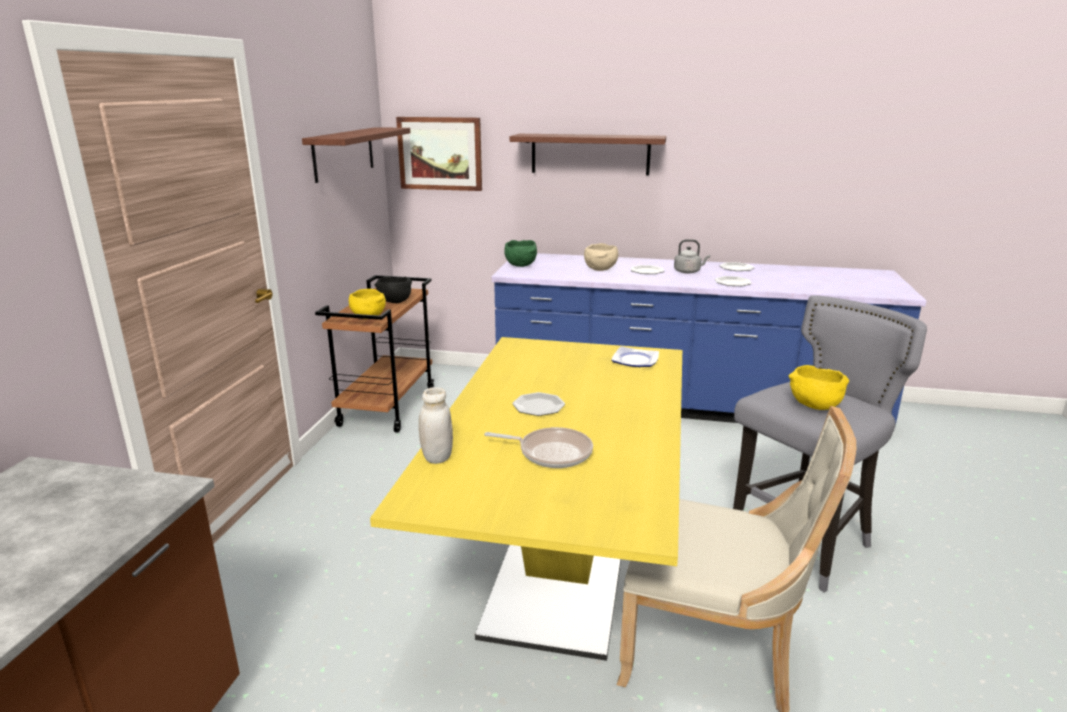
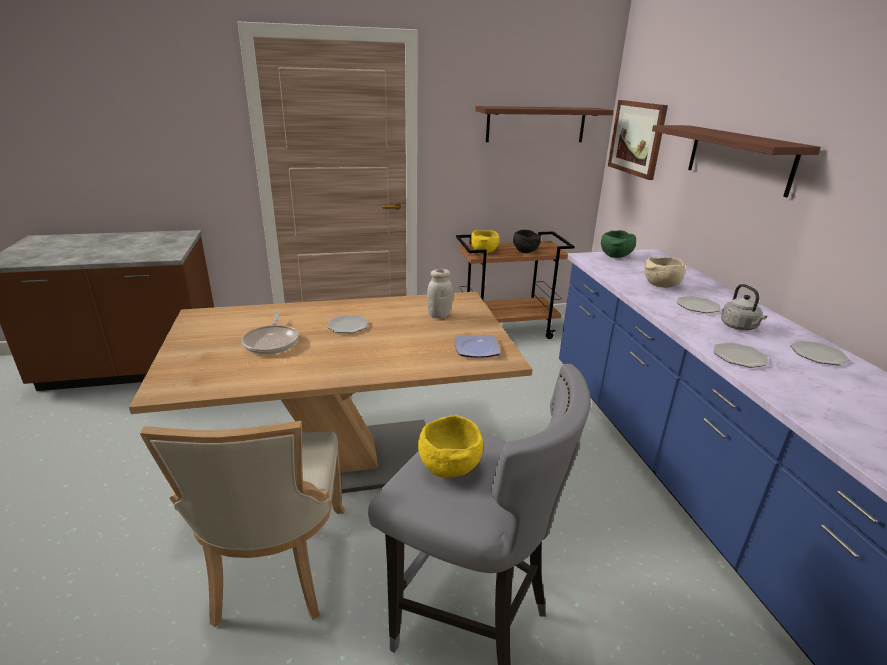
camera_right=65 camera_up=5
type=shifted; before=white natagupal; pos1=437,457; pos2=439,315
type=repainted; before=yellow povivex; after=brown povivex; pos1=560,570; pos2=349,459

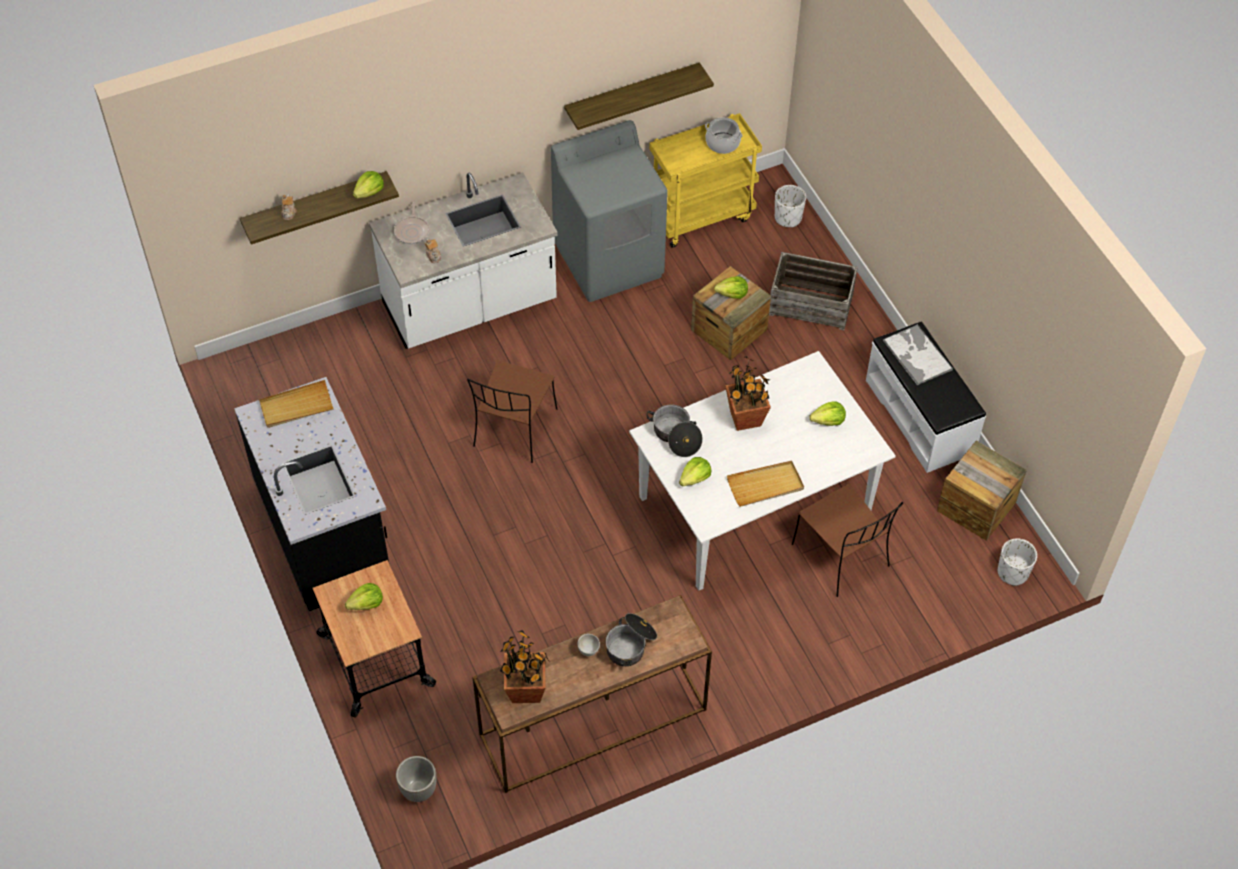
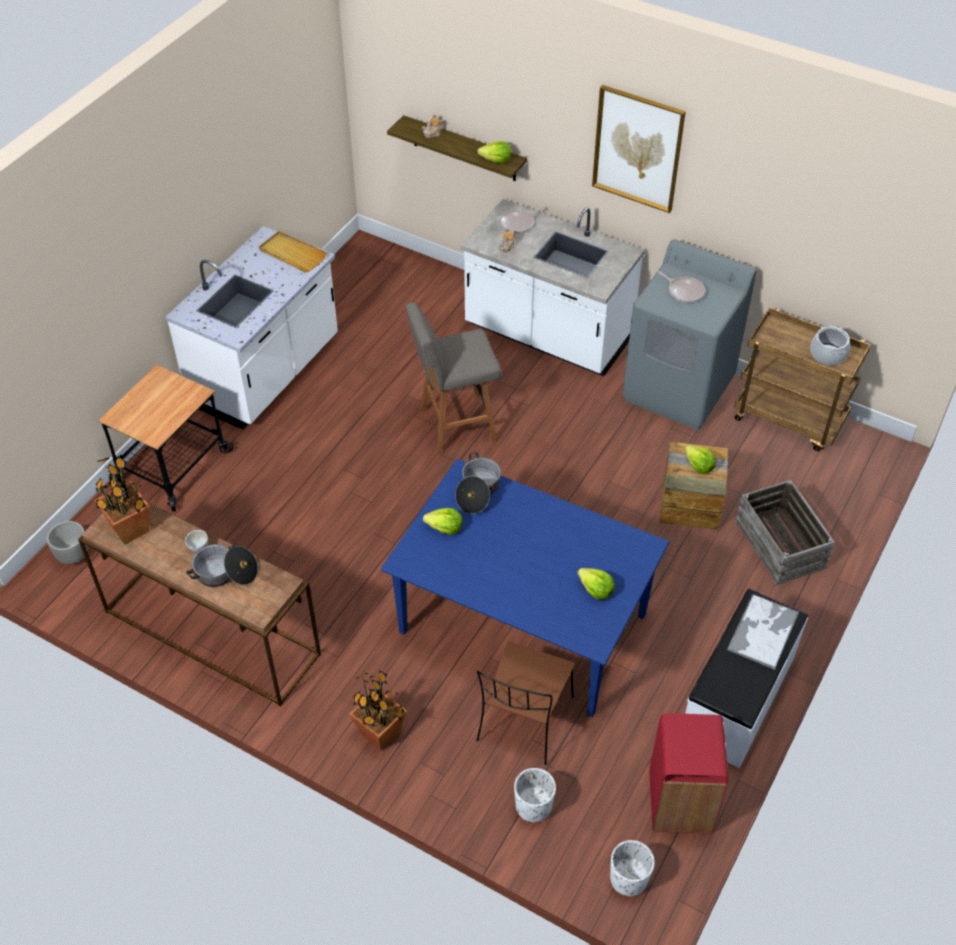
camera_right=55 camera_up=-5
type=gone; before=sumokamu; pos1=366,604
type=gone; before=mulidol; pos1=632,95
type=gone; before=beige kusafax; pos1=765,485
type=new; after=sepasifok; pos2=637,148
type=new; after=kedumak; pos2=684,291
type=shifted; before=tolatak; pos1=746,419; pos2=380,733
type=shifted; before=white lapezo; pos1=788,218; pos2=533,806
type=swapped; before=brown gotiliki; after=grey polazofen; pos1=514,429; pos2=455,425
type=swapped; before=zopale; after=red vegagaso; pos1=976,506; pos2=679,803
type=repainted; before=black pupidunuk; after=white pupidunuk; pos1=325,530; pos2=267,373
type=repainted; before=white povivex; after=blue povivex; pos1=754,505; pos2=522,624
type=repainted; before=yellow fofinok; after=brown fofinok; pos1=701,215; pos2=790,419

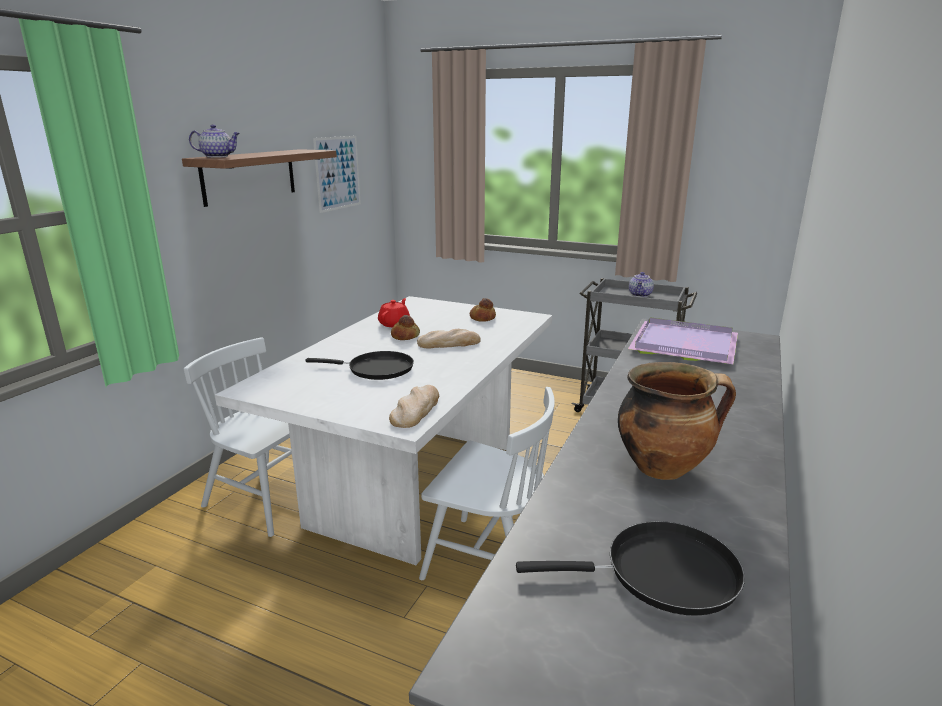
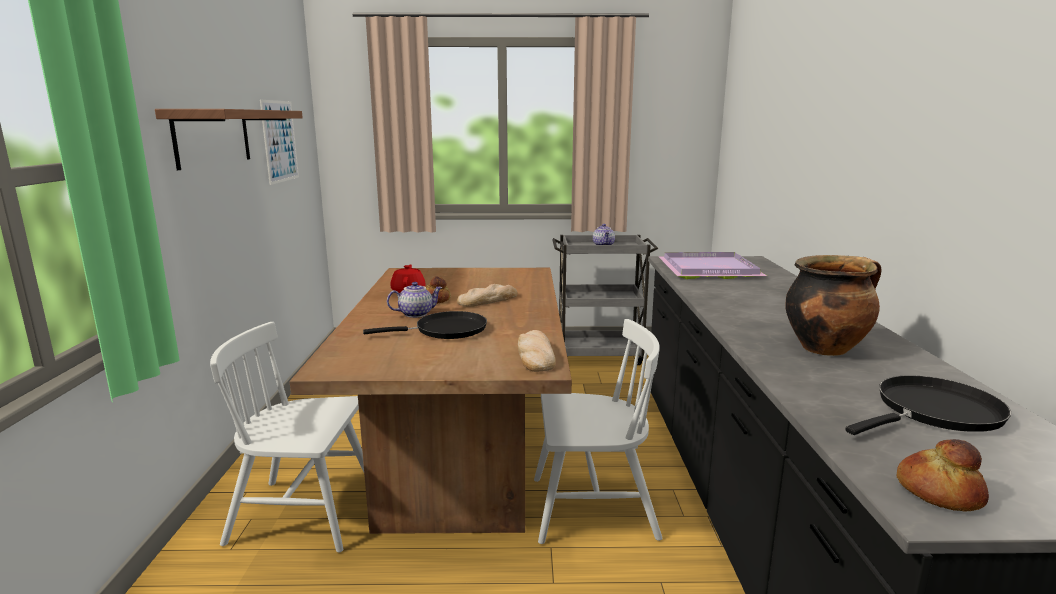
camera_right=-25 camera_up=-5
type=shifted; before=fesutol; pos1=218,156; pos2=416,314
type=shifted; before=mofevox; pos1=482,318; pos2=938,492
type=repainted; before=white povivex; after=brown povivex; pos1=415,482; pos2=459,458

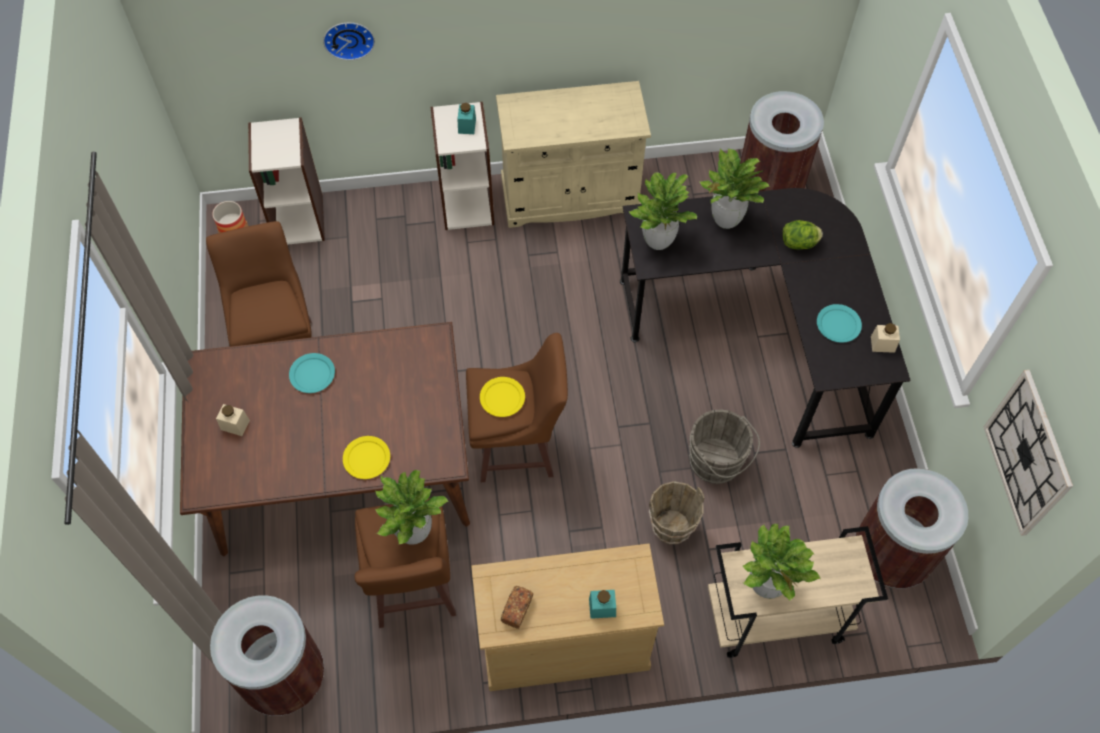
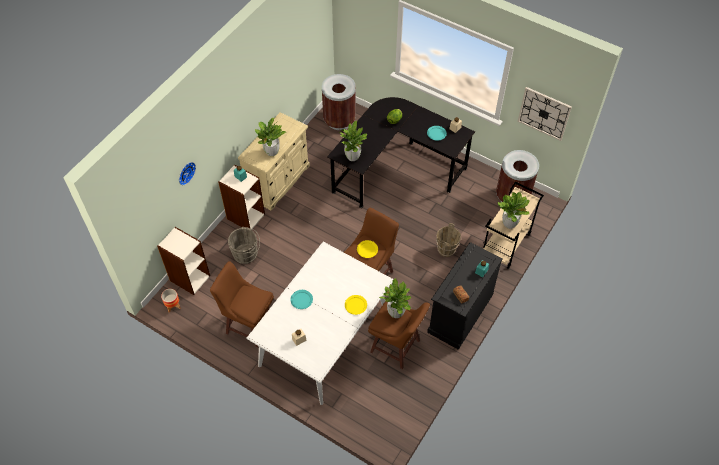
camera_right=-50 camera_up=-5
type=gone; before=brown vegagaso; pos1=283,677
type=shifted; before=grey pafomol; pos1=717,463; pos2=247,254
type=shifted; before=tolatak; pos1=726,219; pos2=272,152
type=repainted; before=brown povivex; after=white povivex; pos1=343,469; pos2=324,337
type=repainted; before=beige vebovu; after=black vebovu; pos1=564,642; pos2=460,313

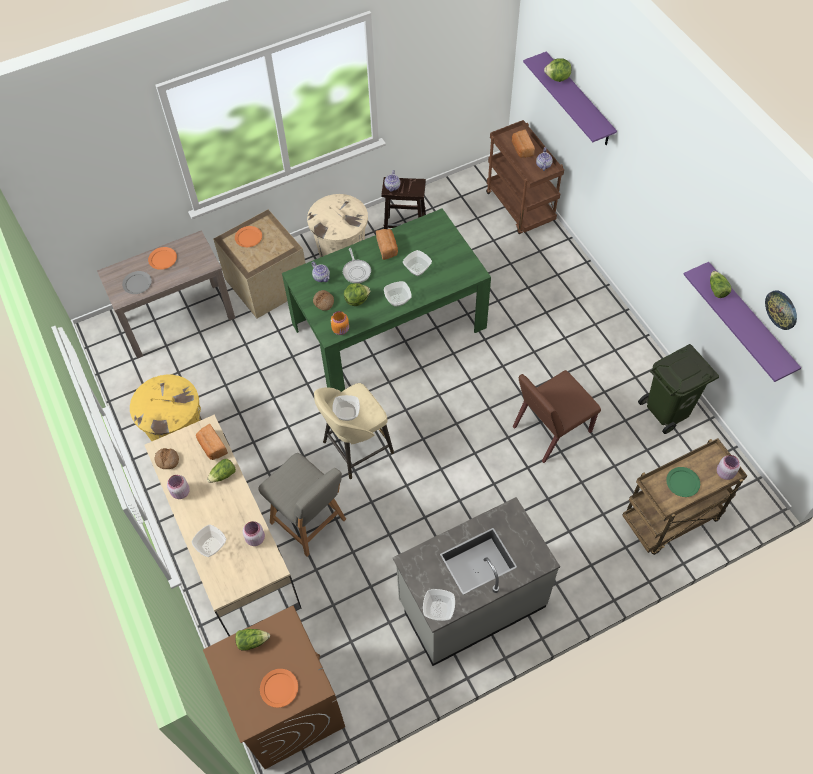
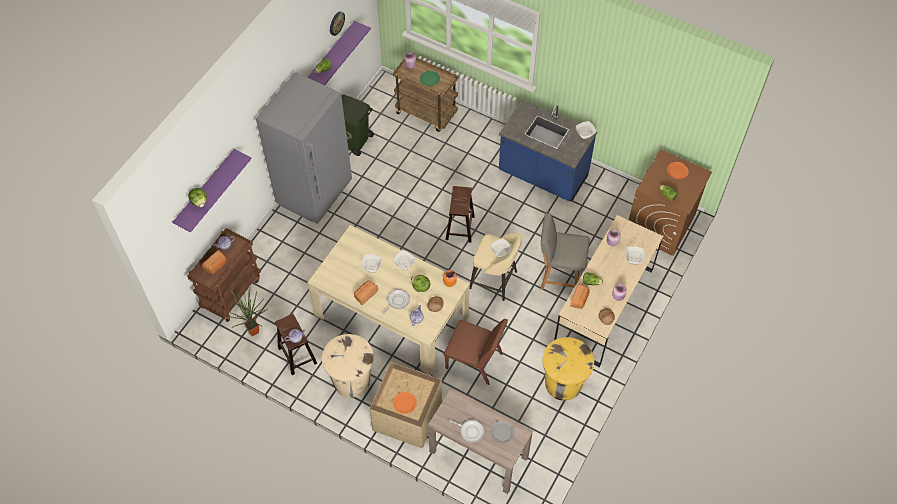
camera_right=-125 camera_up=0
type=new; after=tolatak; pos2=255,331
type=new; after=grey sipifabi; pos2=315,193
type=new; after=brown polazofen; pos2=460,228
type=shifted; before=brown gotiliki; pos1=551,430; pos2=475,361
type=swapped; before=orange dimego; after=kedumak; pos1=163,259; pos2=470,431
type=repainted; before=green povivex; after=beige povivex; pos1=389,325; pos2=391,315
type=repainted; before=grey pupidunuk; after=blue pupidunuk; pos1=471,603; pos2=542,175
type=rotated; before=grey gotiliki; pos1=310,522; pos2=559,275; turn=-90

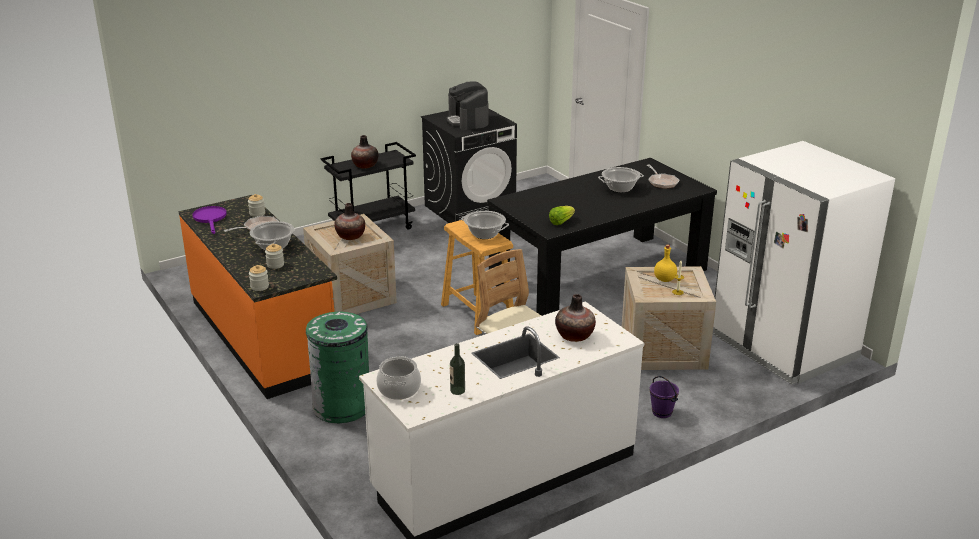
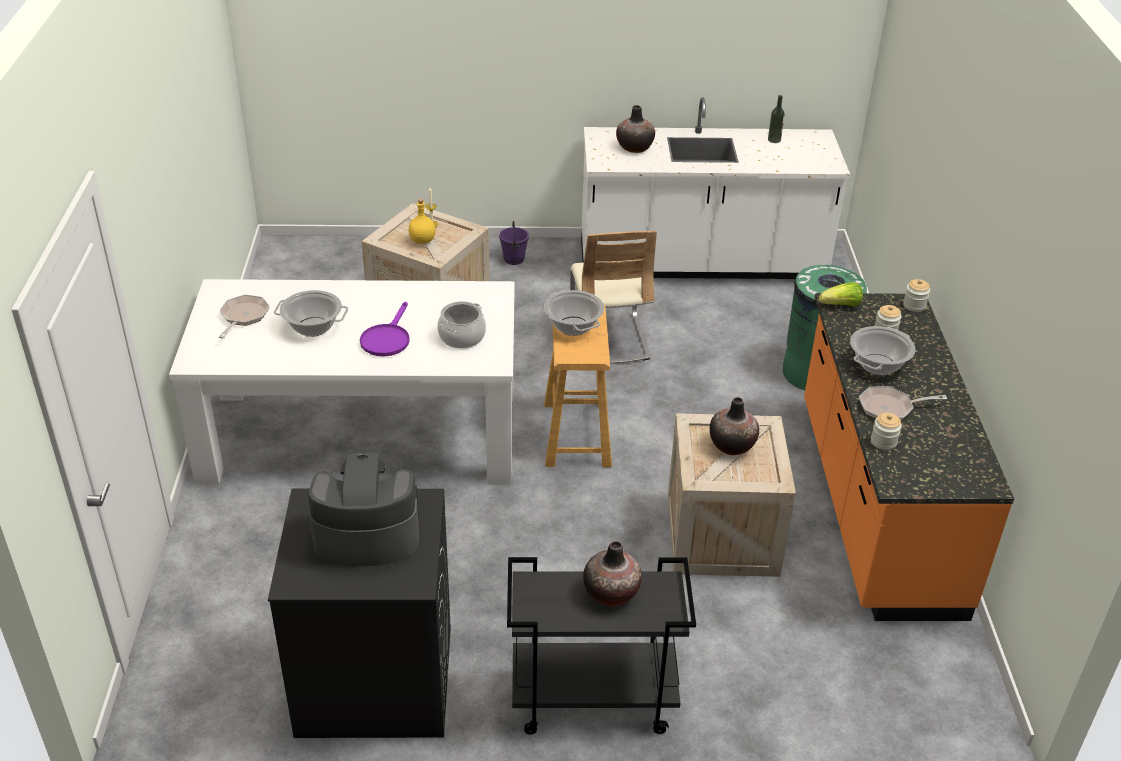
camera_right=-150 camera_up=10
type=gone; before=white sipifabi; pos1=783,346
type=shifted; before=purple kedumak; pos1=210,219; pos2=387,339
type=shifted; before=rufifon; pos1=399,389; pos2=461,337
type=shifted; before=sumokamu; pos1=561,222; pos2=841,305
type=repainted; before=black povivex; after=white povivex; pos1=598,275; pos2=361,433
type=rotated; before=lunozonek; pos1=468,121; pos2=366,535; turn=-105

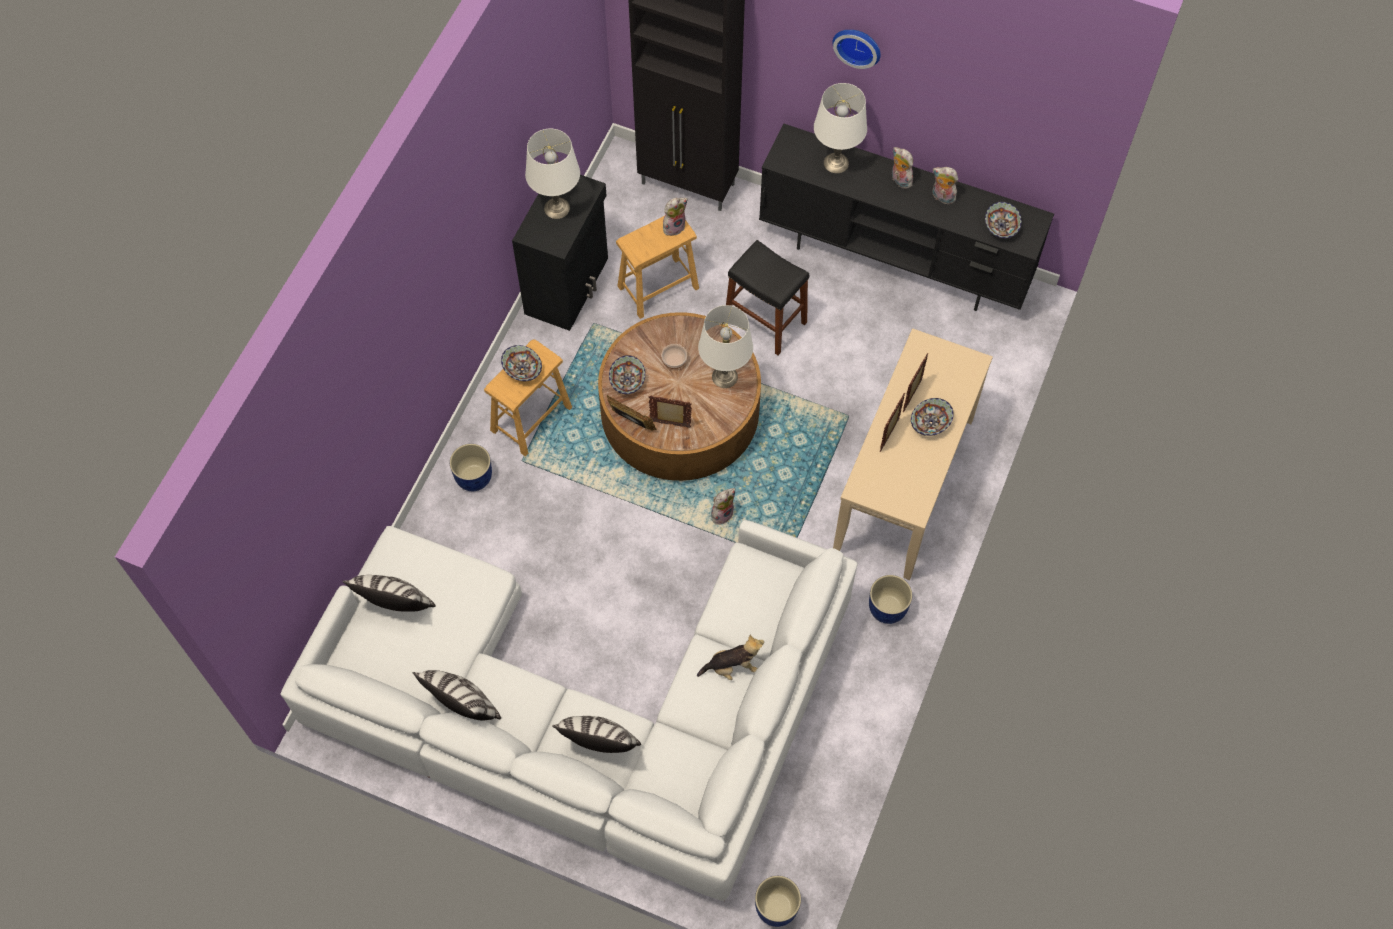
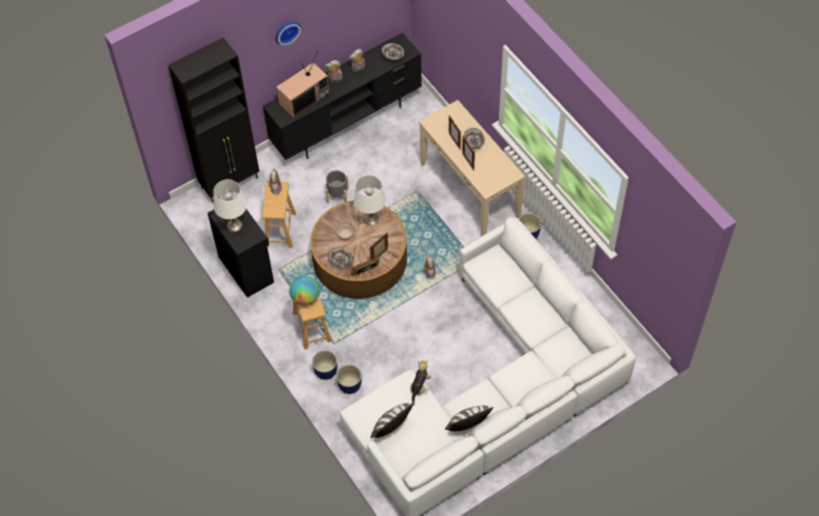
camera_right=-55 camera_up=-5
type=gone; before=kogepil; pos1=600,744
type=shifted; before=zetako; pos1=732,666; pos2=420,386
type=shifted; before=blue lapezo; pos1=775,907; pos2=349,385
type=swapped; before=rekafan; after=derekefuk; pos1=522,369; pos2=305,298
type=swapped; before=black polazofen; after=grey lapezo; pos1=765,321; pos2=337,195
type=swapped; before=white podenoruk; after=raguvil; pos1=836,162; pos2=304,97

